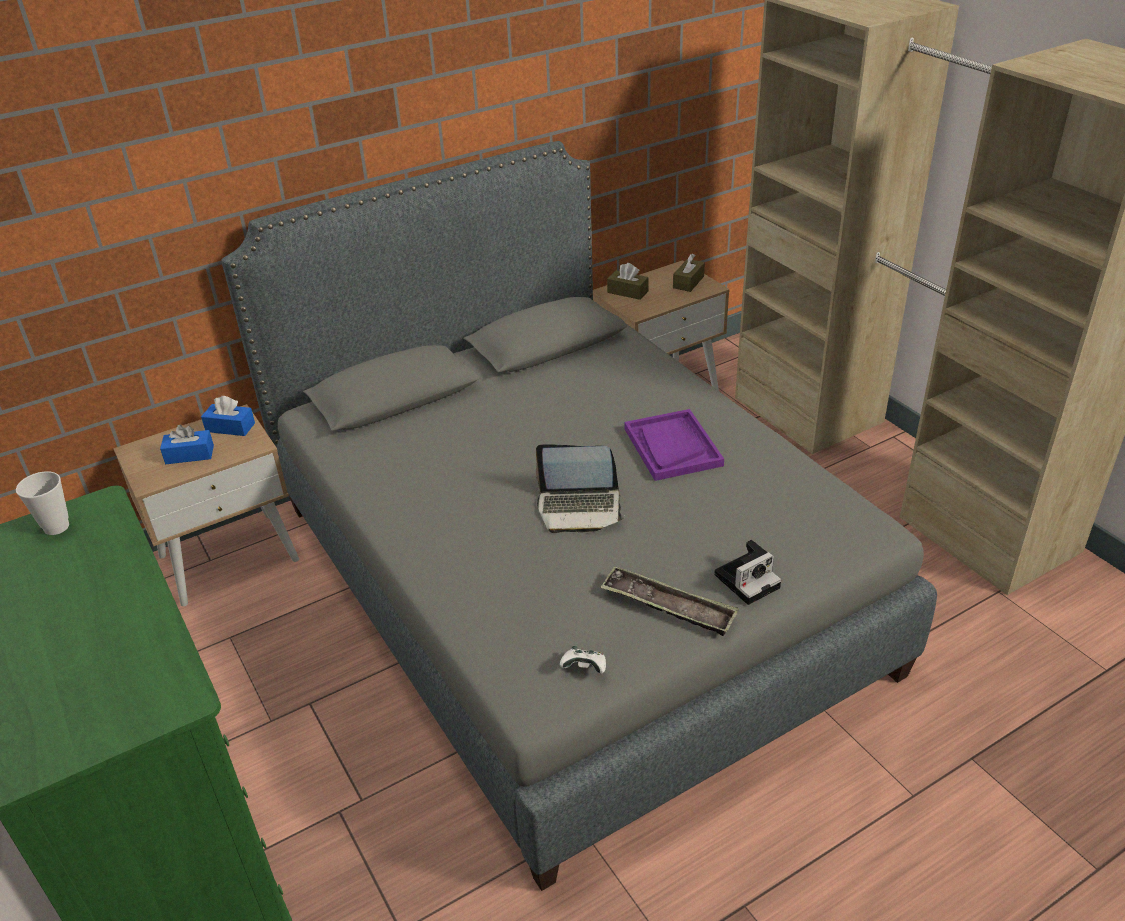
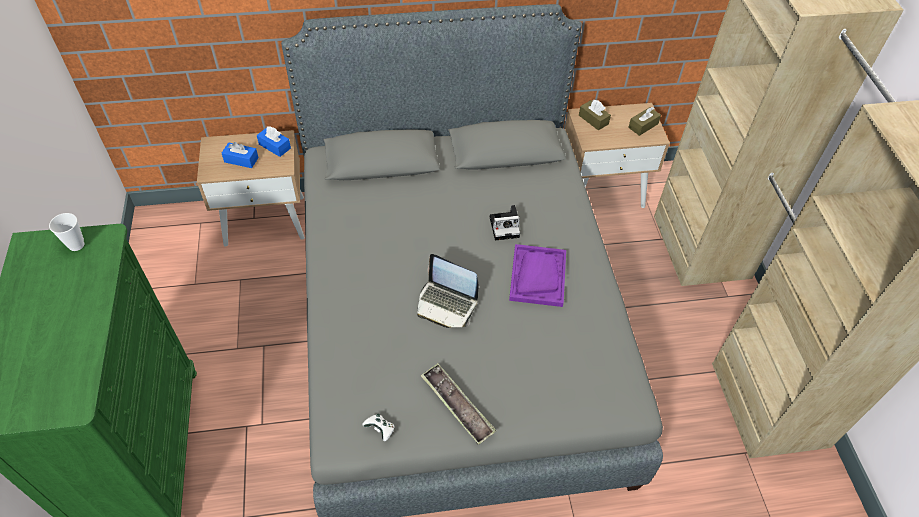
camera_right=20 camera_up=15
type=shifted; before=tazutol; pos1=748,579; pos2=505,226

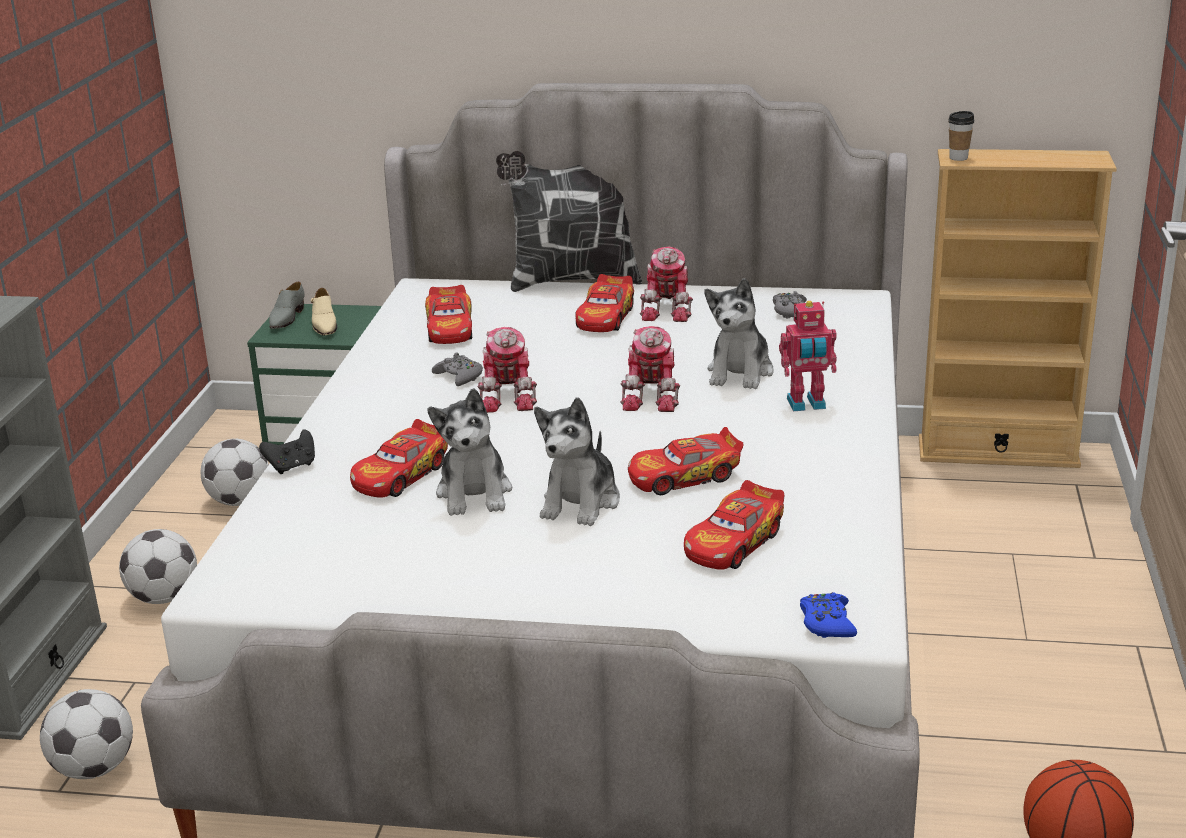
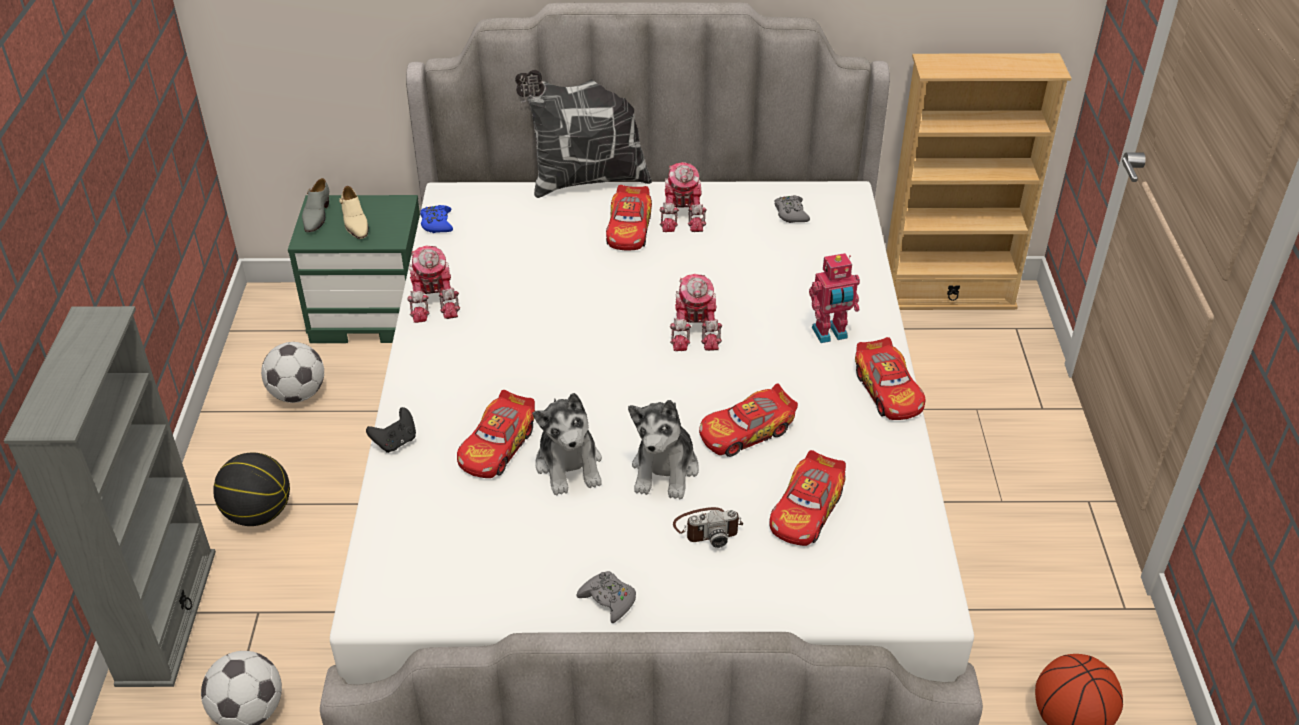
camera_right=-10 camera_up=15
type=gone; before=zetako; pos1=740,372
type=gone; before=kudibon; pos1=958,158
type=new; after=tazutol; pos2=707,528
type=shifted; before=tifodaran; pos1=450,329; pos2=888,391
type=shifted; before=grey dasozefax; pos1=459,376; pos2=608,600
type=shifted; before=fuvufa; pos1=510,396; pos2=435,301
type=shifted; before=blue dasozefax; pos1=827,623; pos2=437,224
type=swapped; before=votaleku; after=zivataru; pos1=164,598; pos2=259,513

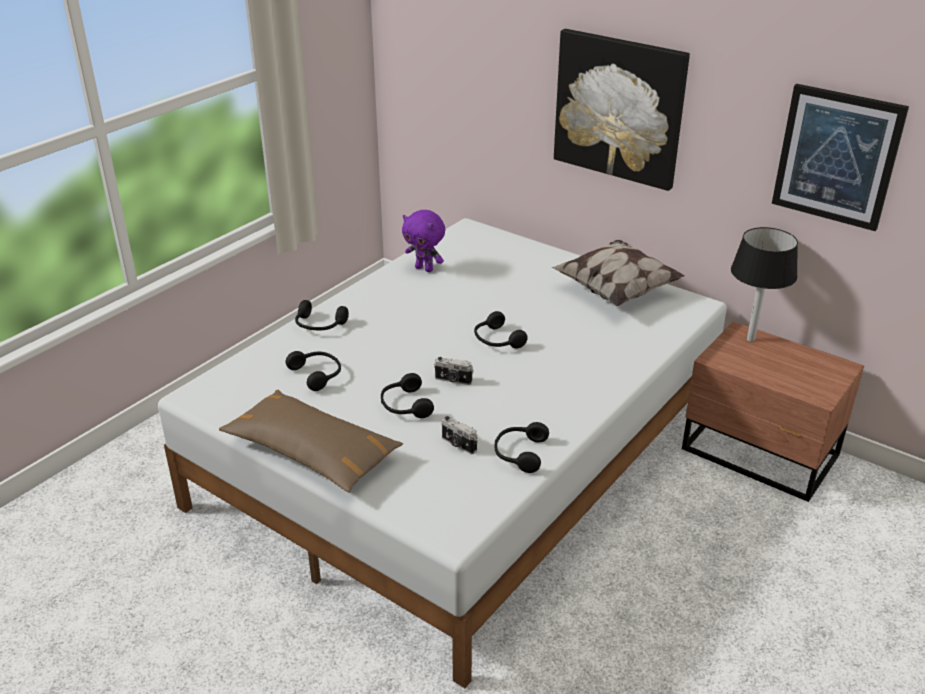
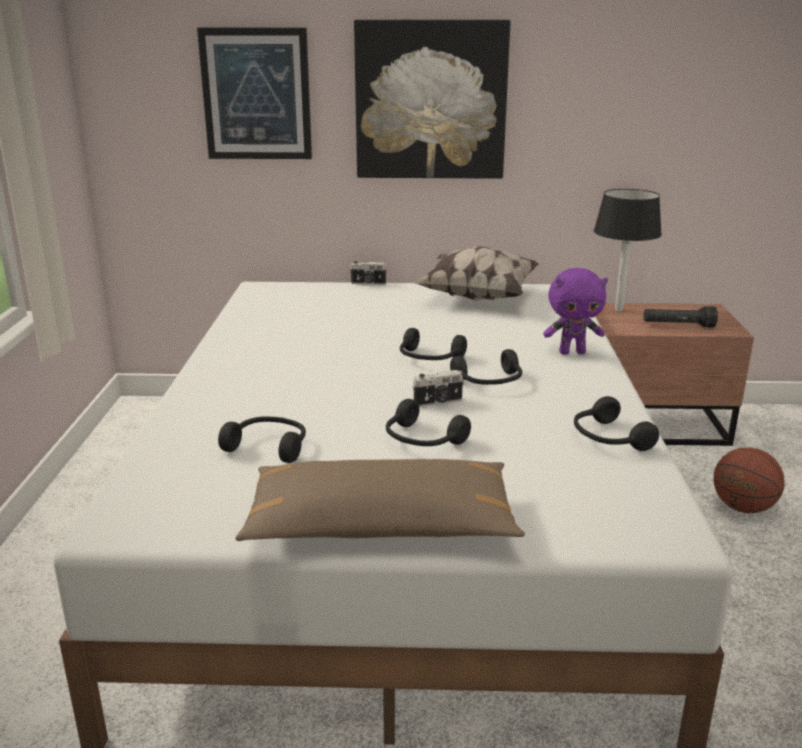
camera_right=-35 camera_up=-10
type=new; after=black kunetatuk; pos2=678,325
type=new; after=zivataru; pos2=742,508
type=shifted; before=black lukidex; pos1=319,325; pos2=489,382
type=shifted; before=purple zetako; pos1=425,269; pos2=572,352
type=shifted; before=tazutol; pos1=458,445; pos2=368,283
type=shifted; before=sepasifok; pos1=837,157; pos2=256,94

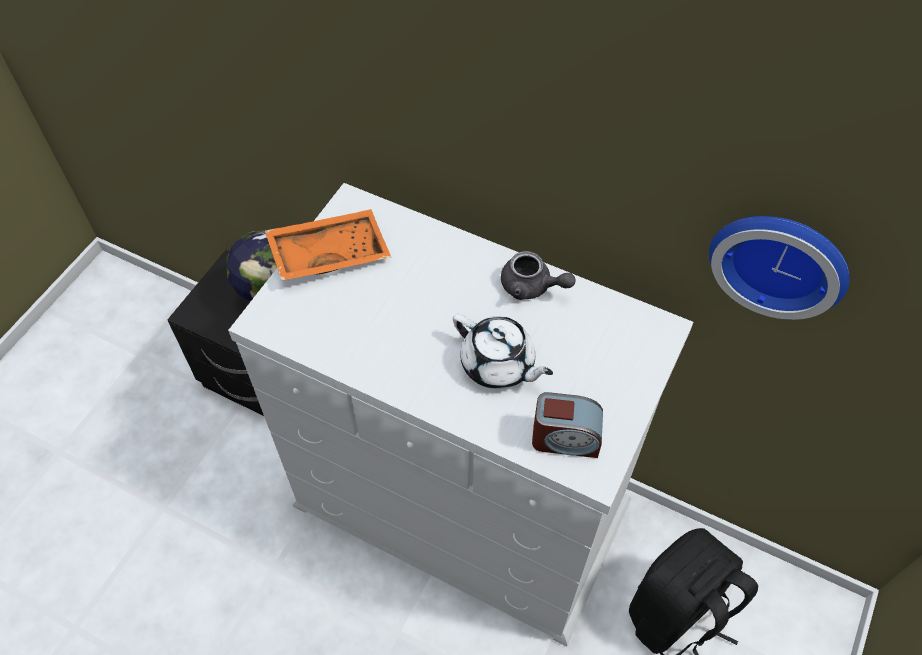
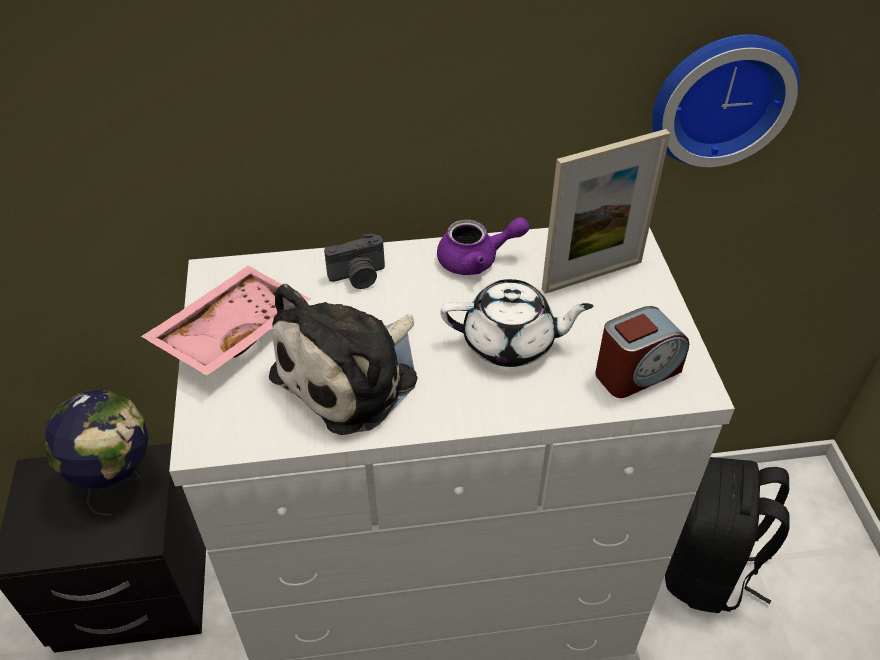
camera_right=-35 camera_up=-10
type=new; after=zetako; pos2=352,374
type=new; after=tazutol; pos2=358,277
type=new; after=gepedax; pos2=592,275
type=repainted; before=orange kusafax; after=pink kusafax; pos1=329,252; pos2=230,331
type=repainted; before=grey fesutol; after=purple fesutol; pos1=532,287; pos2=476,260

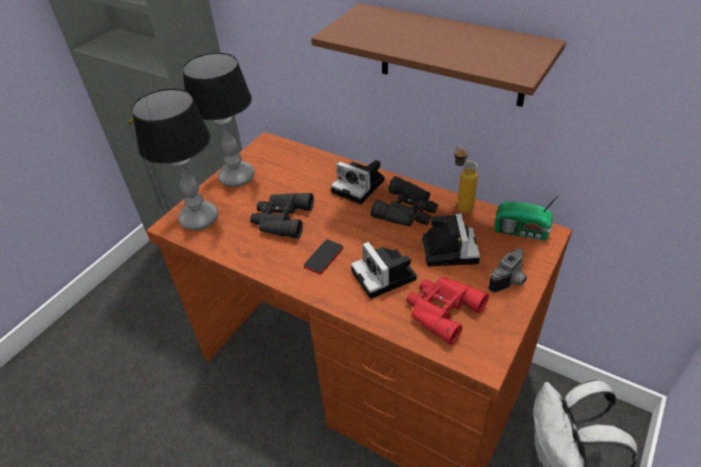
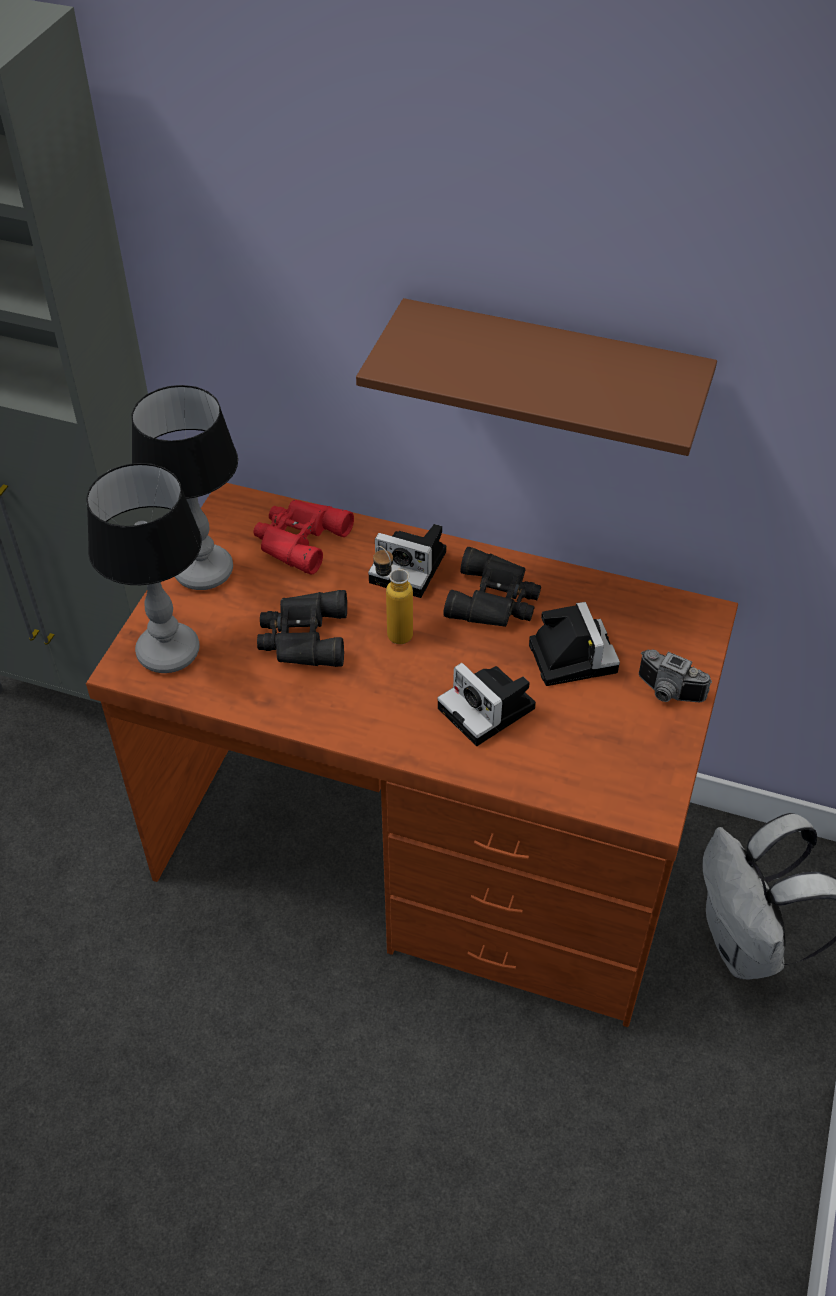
camera_right=-15 camera_up=5
type=gone; before=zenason; pos1=323,257
type=gone; before=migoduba; pos1=522,231
type=shifted; before=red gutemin; pos1=441,310; pos2=298,540
type=shifted; before=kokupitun; pos1=461,204; pos2=393,629
type=rotated; before=tazutol; pos1=511,281; pos2=667,693; turn=90

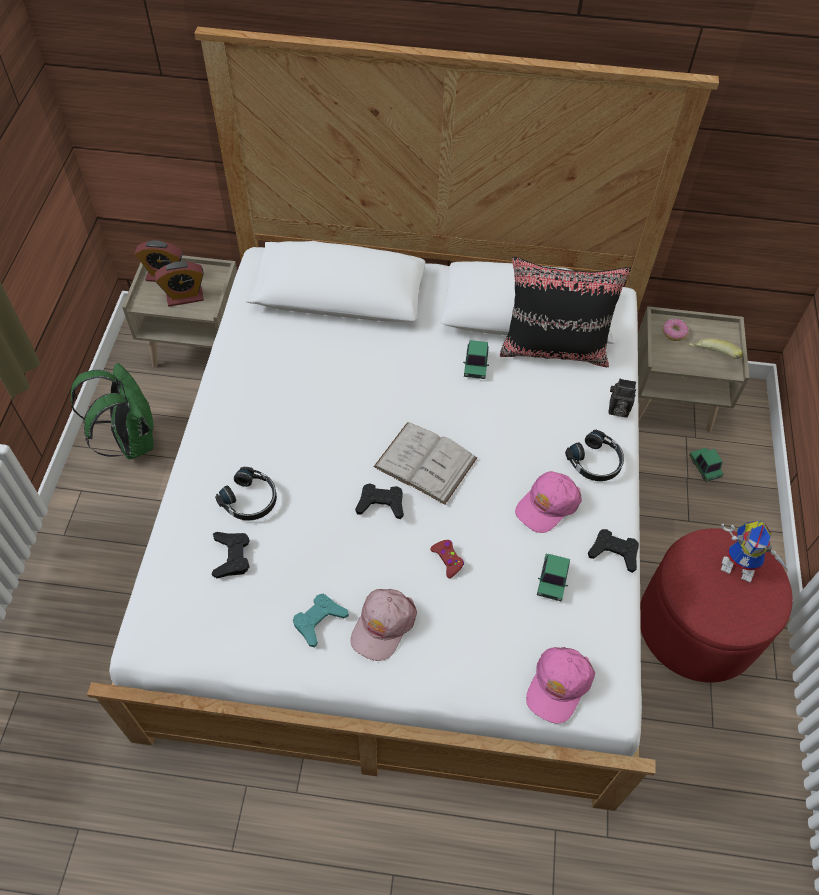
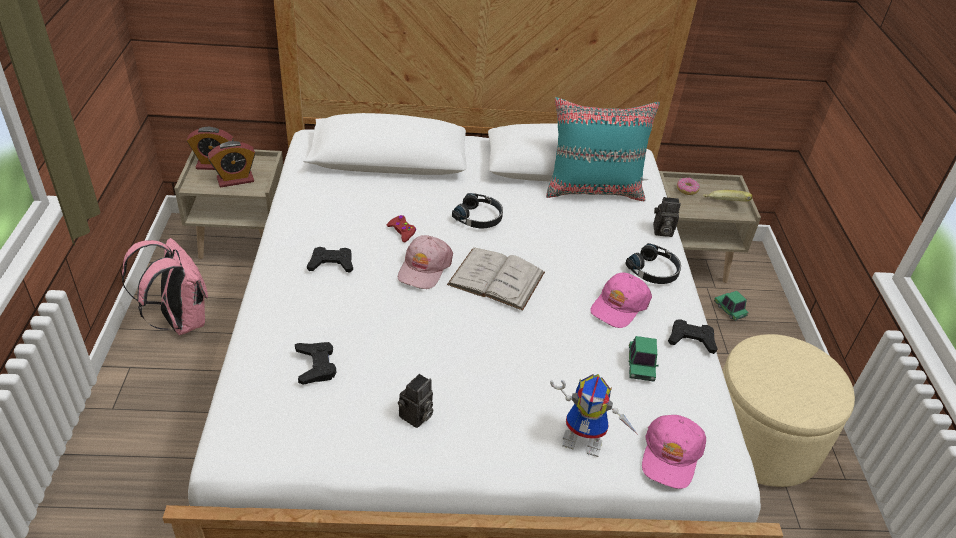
camera_right=-10 camera_up=-15
type=gone; before=tifodaran; pos1=475,364
type=shifted; before=black lukidex; pos1=250,500; pos2=479,217
type=shifted; before=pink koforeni; pos1=383,626; pos2=424,268
type=shifted; before=black dasozefax; pos1=381,504; pos2=331,264
type=shifted; before=red dasozefax; pos1=447,559; pos2=402,231
type=shifted; before=fuvufa; pos1=741,566; pos2=586,440
type=swapped; before=turquoise dasozefax; after=tazutol; pos1=319,621; pos2=416,417
type=repainted; before=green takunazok; after=pink takunazok; pos1=131,441; pos2=180,321
type=repainted; before=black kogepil; after=turquoise kogepil; pos1=554,348; pos2=594,190
type=repainted; before=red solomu; after=beige solomu; pos1=697,626; pos2=760,439

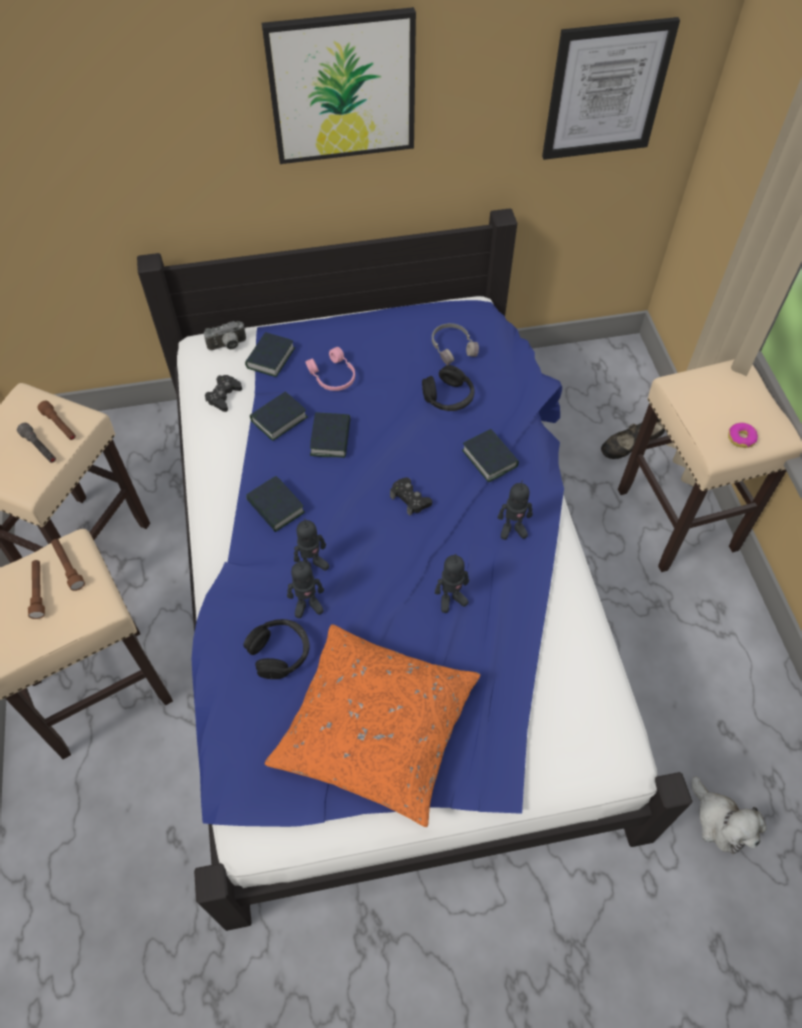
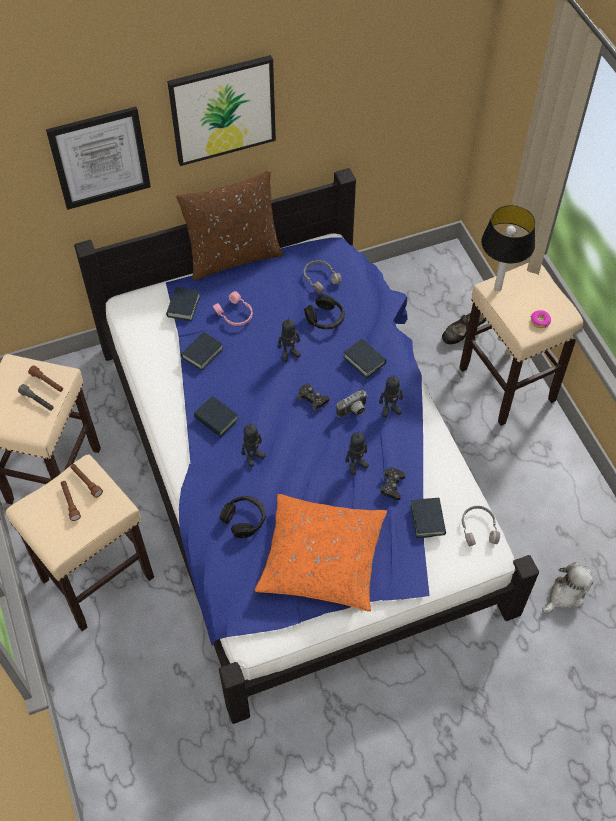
camera_right=-10 camera_up=0
type=new; after=brown kogepil; pos2=233,256
type=new; after=grey lukidex; pos2=479,528
type=new; after=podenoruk; pos2=497,288
type=shifted; before=tazutol; pos1=228,346; pos2=353,411
type=shifted; before=black dasozefax; pos1=224,396; pos2=392,486
type=shifted; before=fuvufa; pos1=307,605; pos2=289,353
type=shifted; before=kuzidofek; pos1=331,438; pos2=427,519
type=shifted; before=sepasifok; pos1=606,90; pos2=100,158
type=rotated; before=zetako; pos1=720,822; pos2=565,594; turn=-90

